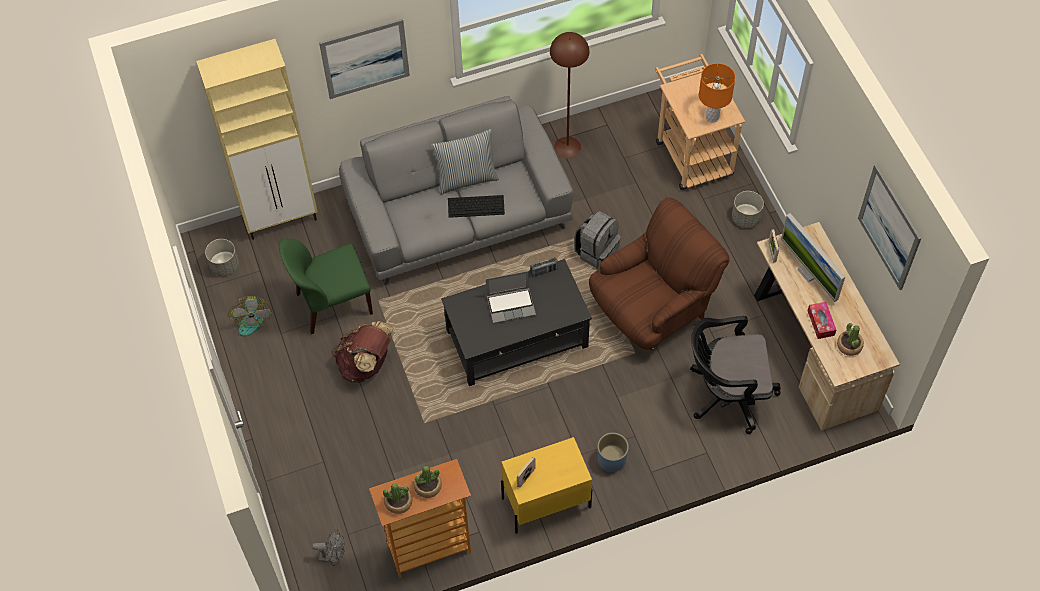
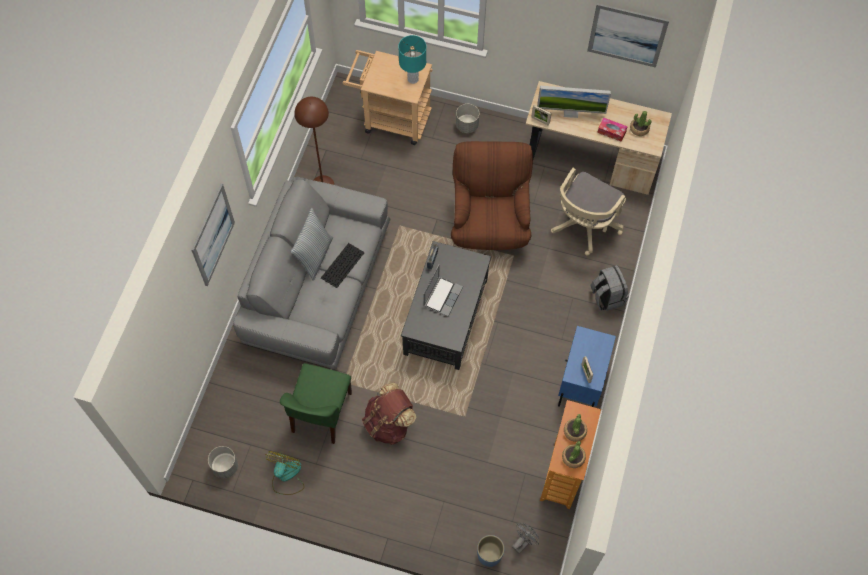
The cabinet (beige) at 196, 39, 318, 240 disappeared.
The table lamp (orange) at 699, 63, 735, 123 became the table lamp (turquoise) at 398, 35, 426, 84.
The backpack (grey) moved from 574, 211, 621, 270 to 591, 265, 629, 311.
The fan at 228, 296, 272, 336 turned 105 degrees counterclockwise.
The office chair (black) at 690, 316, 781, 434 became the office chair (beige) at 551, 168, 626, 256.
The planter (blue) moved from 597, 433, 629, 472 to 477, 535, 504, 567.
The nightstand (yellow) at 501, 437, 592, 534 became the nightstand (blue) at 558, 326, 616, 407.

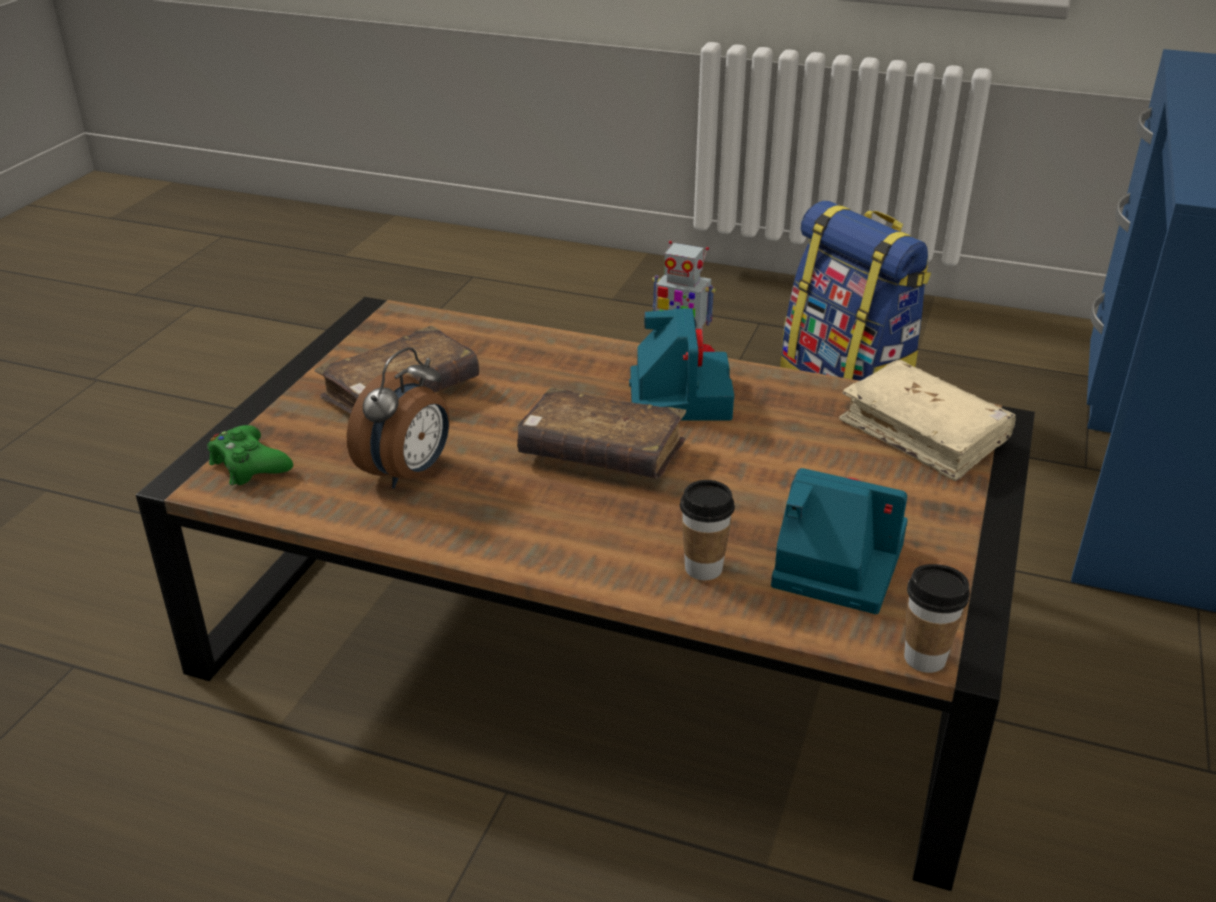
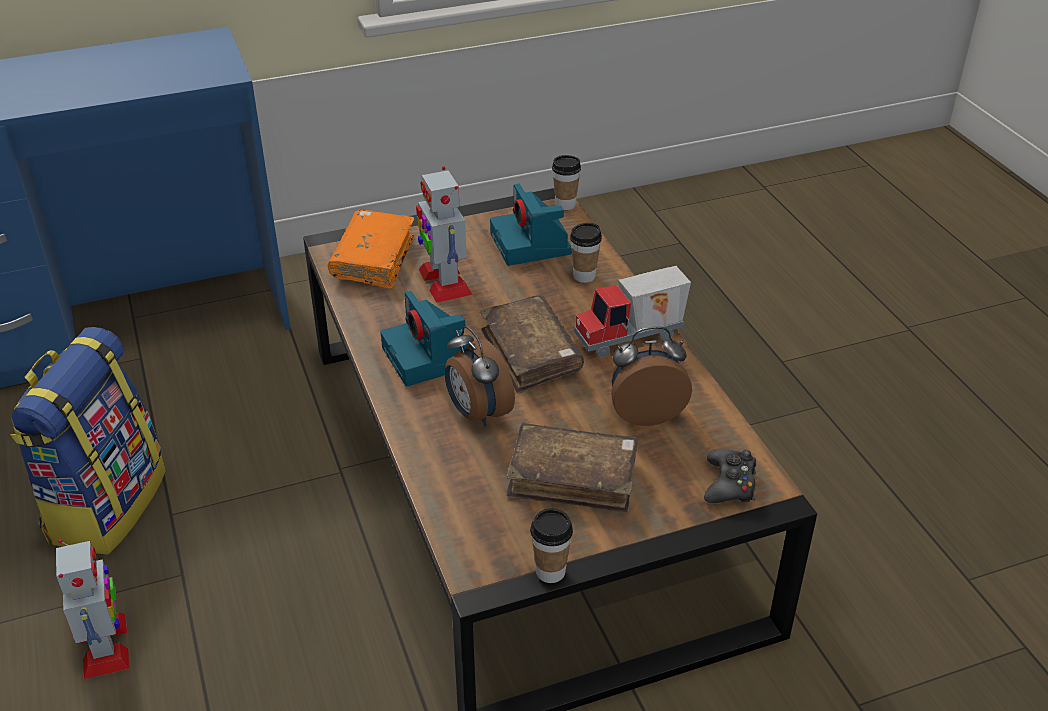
The photo camera at 629, 308, 734, 421 turned 75 degrees counterclockwise.
The book (beige) at 839, 360, 1016, 481 became the book (orange) at 328, 210, 415, 289.
The game controller (green) at 207, 425, 293, 485 became the game controller (black) at 704, 449, 756, 503.
The toy robot at 416, 166, 472, 303 appeared.
The toy truck at 574, 266, 691, 357 appeared.
The alarm clock at 445, 326, 515, 427 appeared.
The cup at 530, 508, 573, 583 appeared.

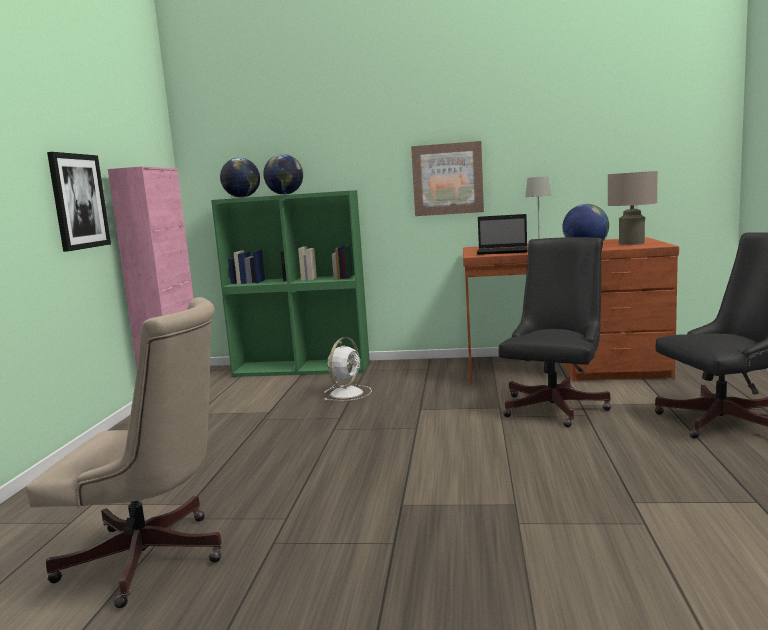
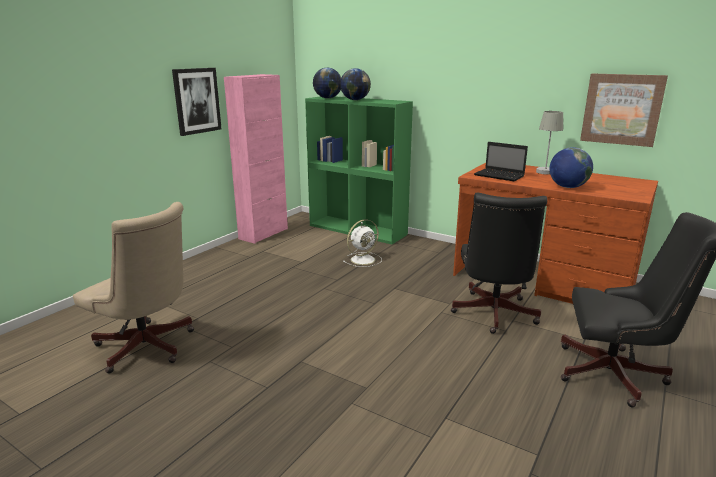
The picture moved from 411, 141, 484, 216 to 580, 74, 668, 147.
The table lamp (beige) at 608, 171, 658, 245 disappeared.
The office chair (black) at 499, 237, 611, 427 turned 135 degrees clockwise.

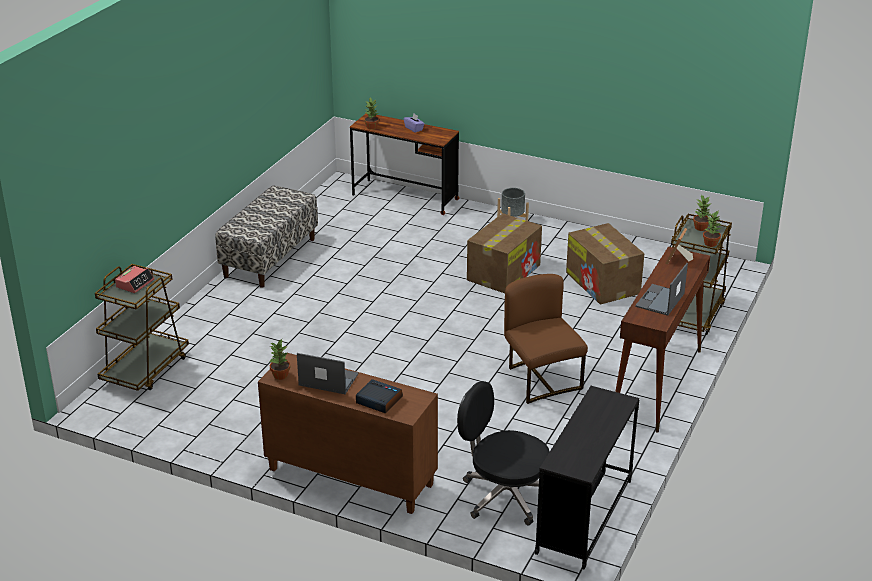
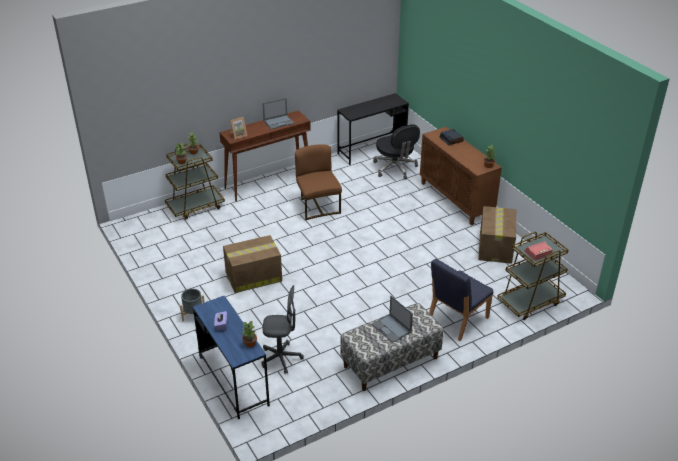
The desk (brown) at 350, 113, 459, 215 became the desk (blue) at 193, 296, 270, 419.
The cardboard box moved from 566, 223, 644, 305 to 478, 206, 516, 264.
The chair (brown) at 504, 274, 588, 404 turned 150 degrees clockwise.
The laptop moved from 297, 353, 359, 394 to 371, 296, 413, 343.
The chair (blue) at 429, 259, 493, 341 appeared.
The office chair (grey) at 261, 285, 304, 373 appeared.

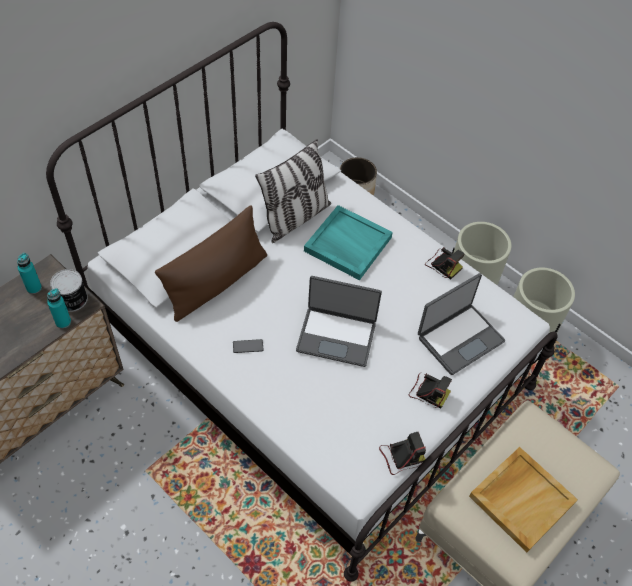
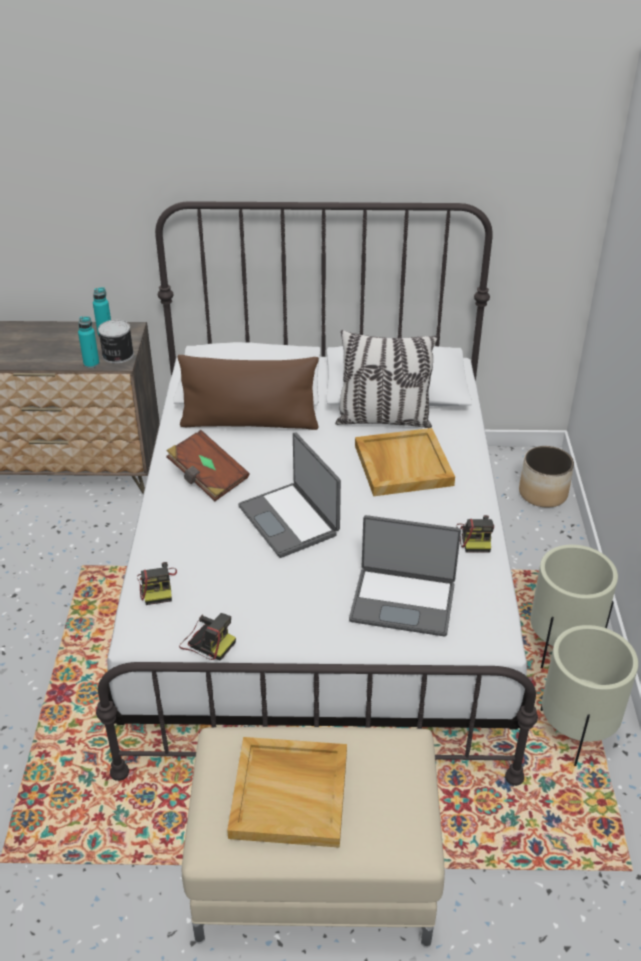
The tray (turquoise) at 304, 205, 393, 280 became the tray (beige) at 355, 428, 455, 496.
The phone at 233, 339, 263, 353 was replaced by the book (brown) at 166, 430, 250, 502.
The photo camera moved from 409, 373, 452, 408 to 137, 562, 177, 605.

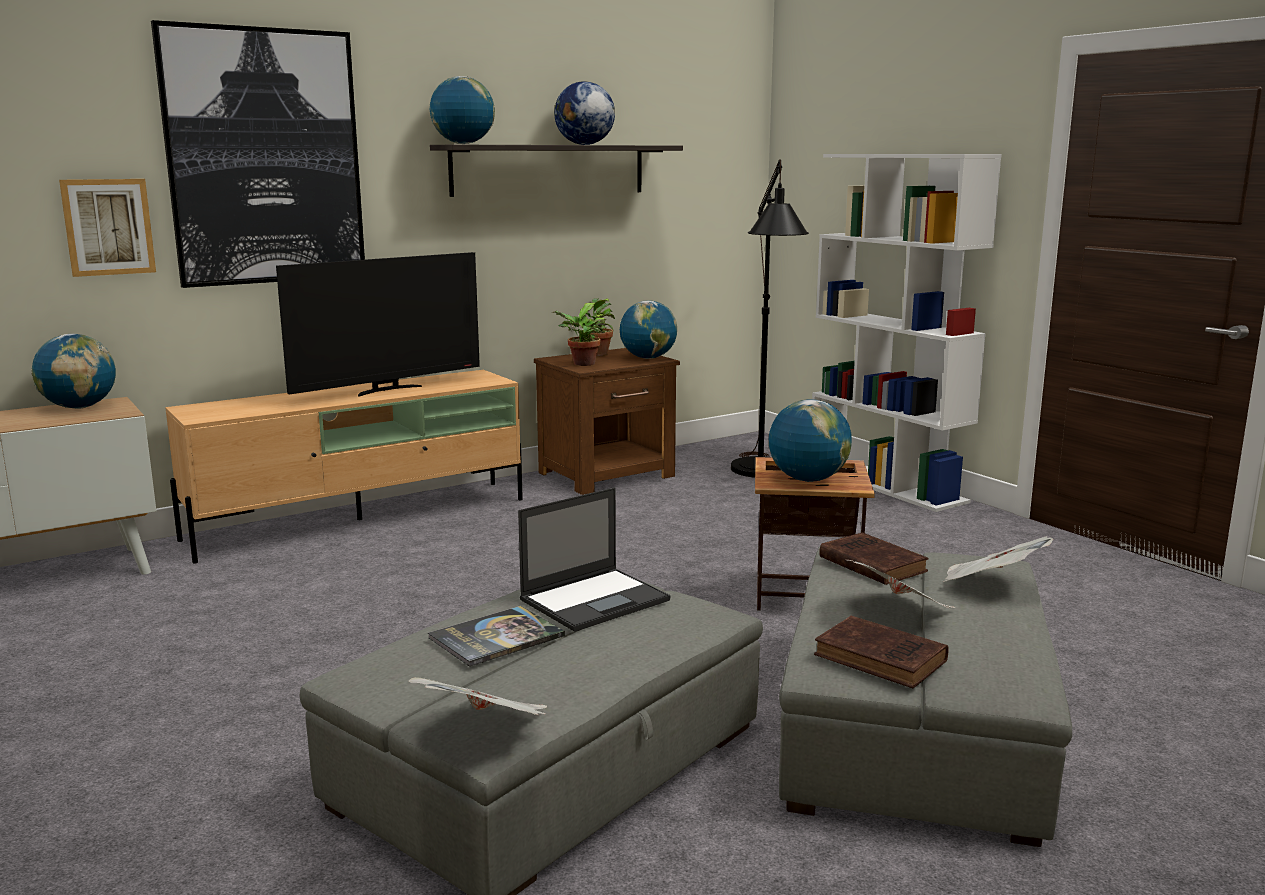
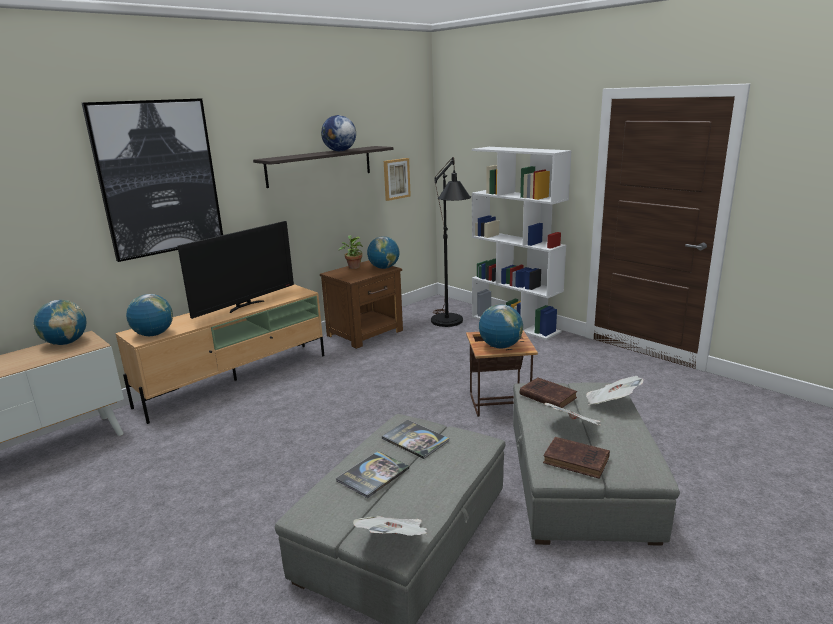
The globe moved from 430, 76, 495, 144 to 126, 294, 173, 336.
The picture moved from 59, 179, 156, 277 to 384, 158, 411, 201.
The potted plant at 552, 303, 606, 366 disappeared.
The laptop at 518, 487, 670, 632 was replaced by the book at 382, 420, 449, 459.

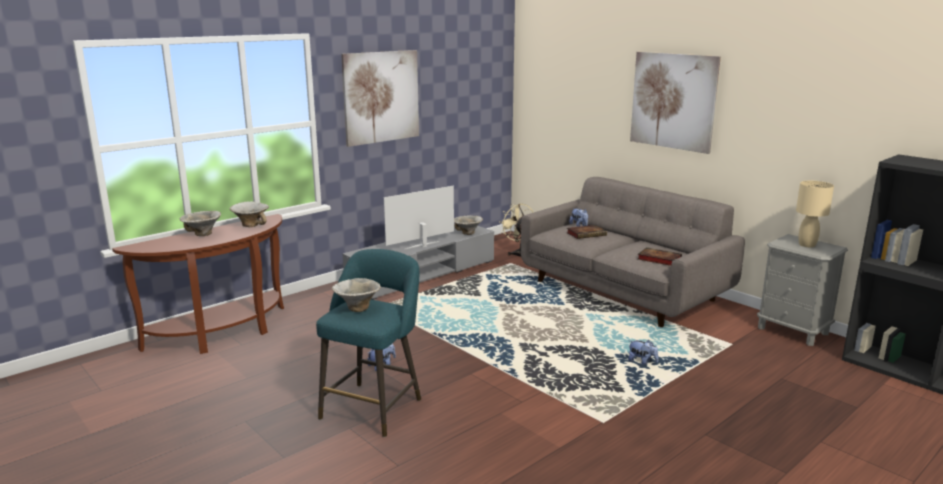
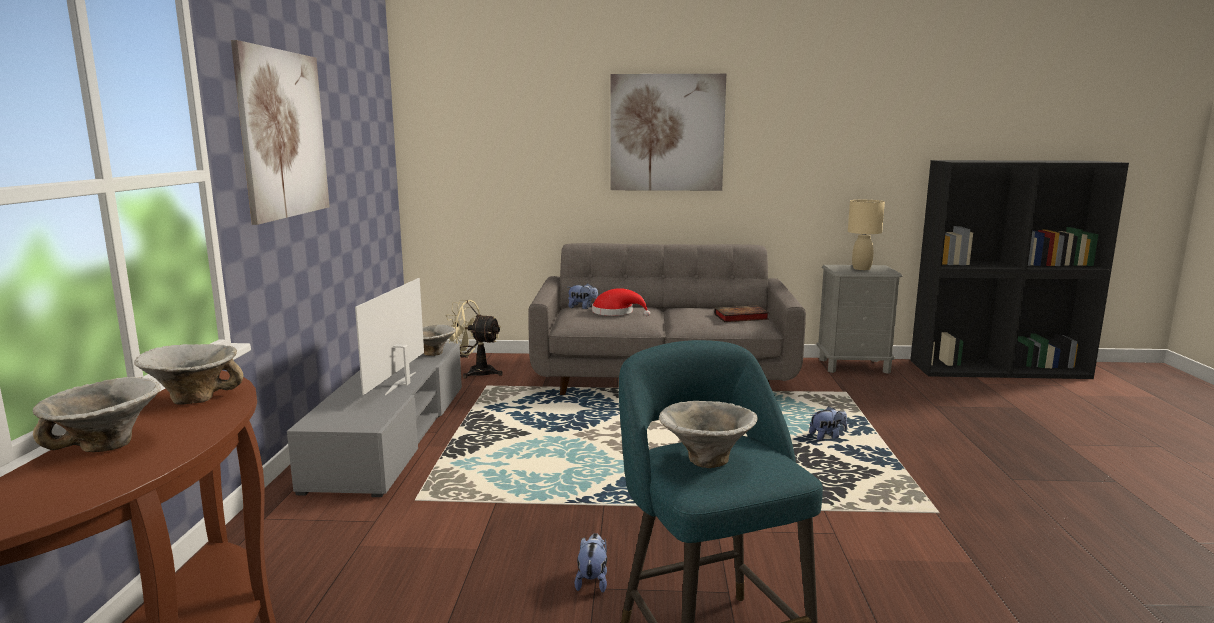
The book at 566, 225, 607, 239 was replaced by the hat (red) at 592, 288, 650, 316.

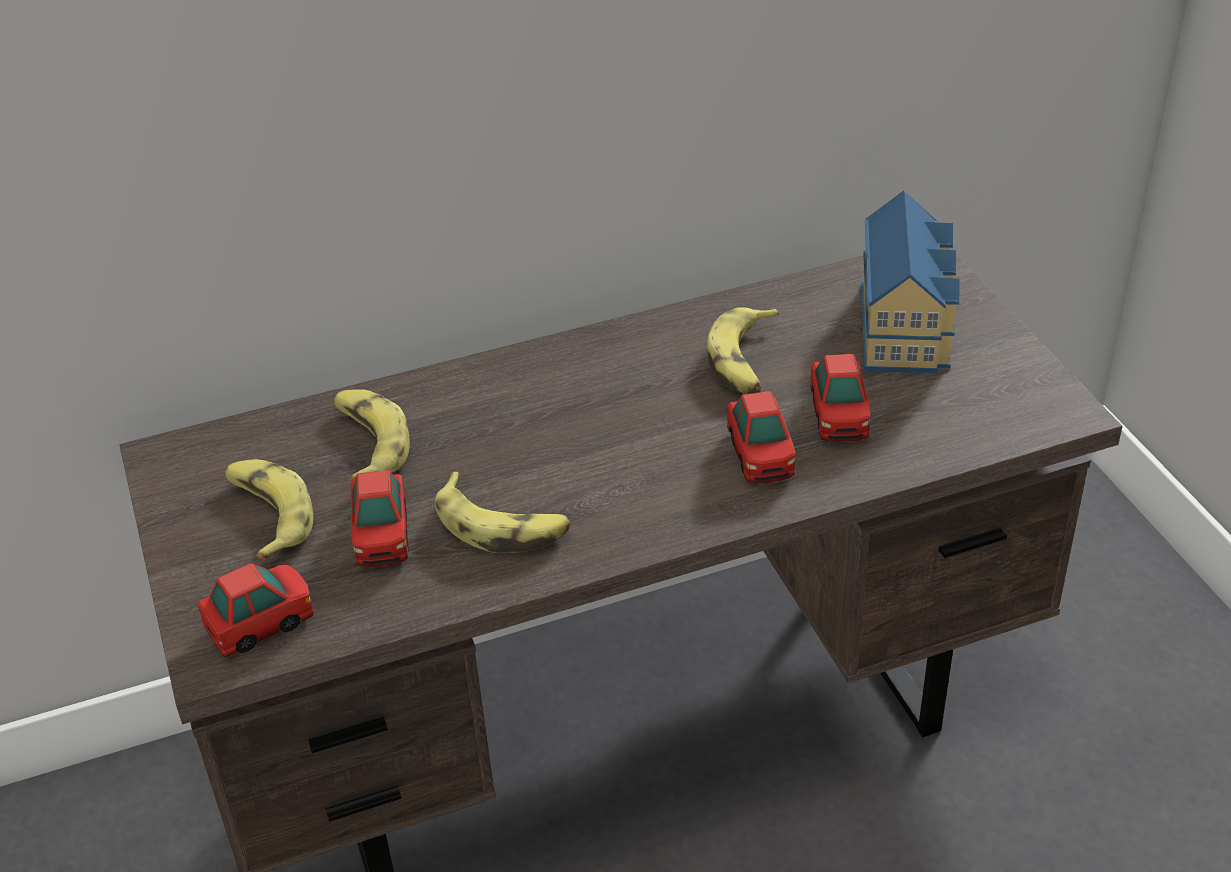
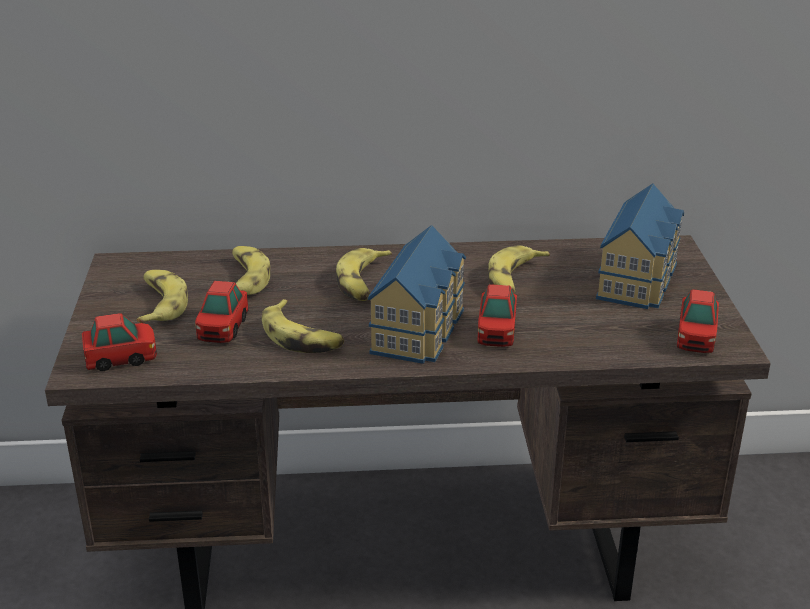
The toy car moved from 810, 354, 870, 442 to 677, 289, 719, 353.
The toy house at 368, 225, 466, 364 appeared.
The banana at 336, 248, 392, 301 appeared.

